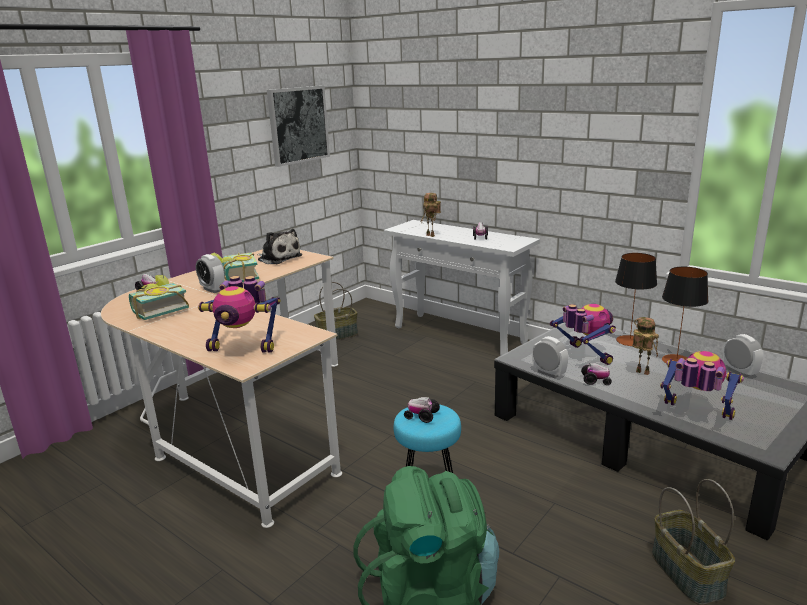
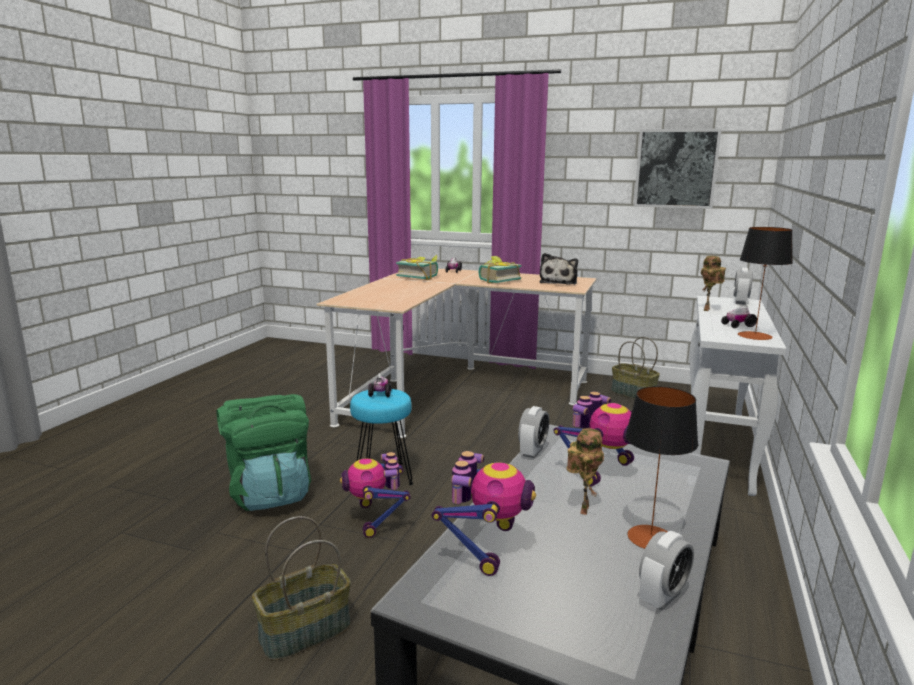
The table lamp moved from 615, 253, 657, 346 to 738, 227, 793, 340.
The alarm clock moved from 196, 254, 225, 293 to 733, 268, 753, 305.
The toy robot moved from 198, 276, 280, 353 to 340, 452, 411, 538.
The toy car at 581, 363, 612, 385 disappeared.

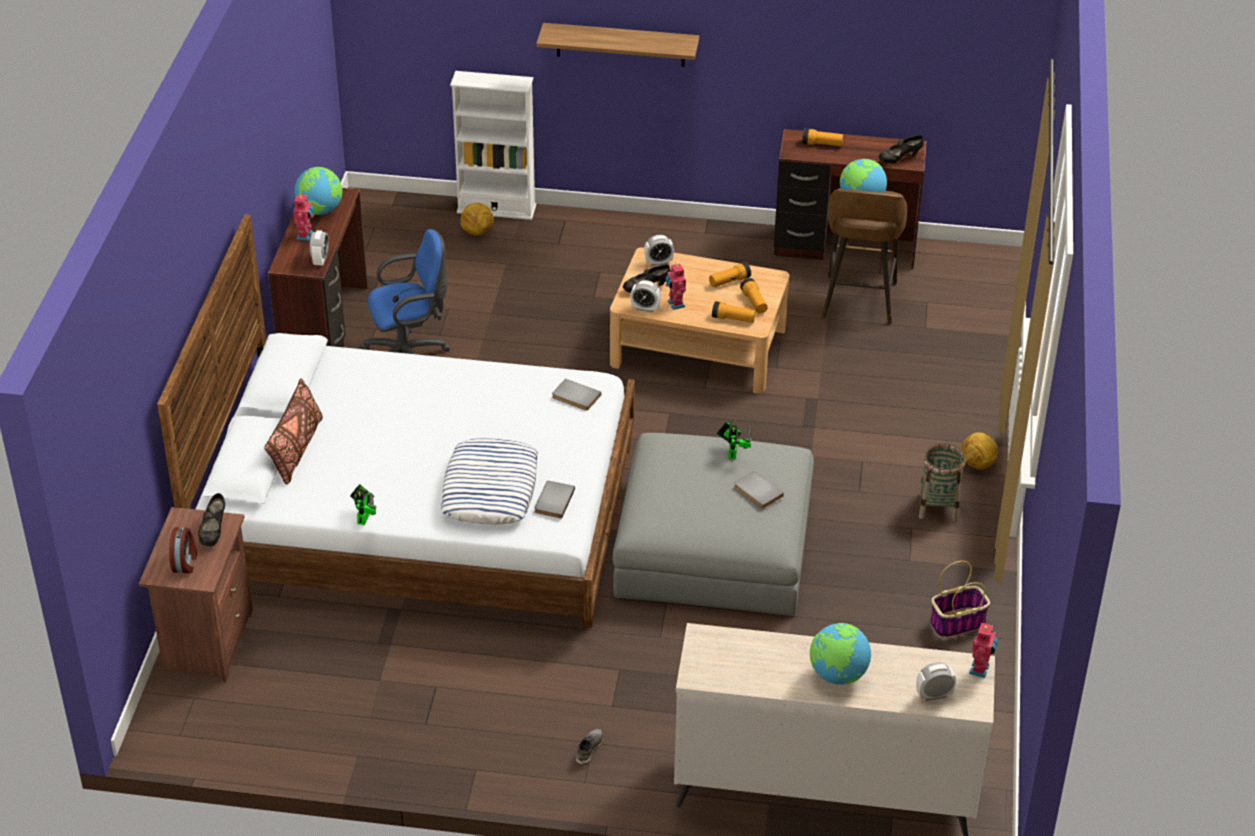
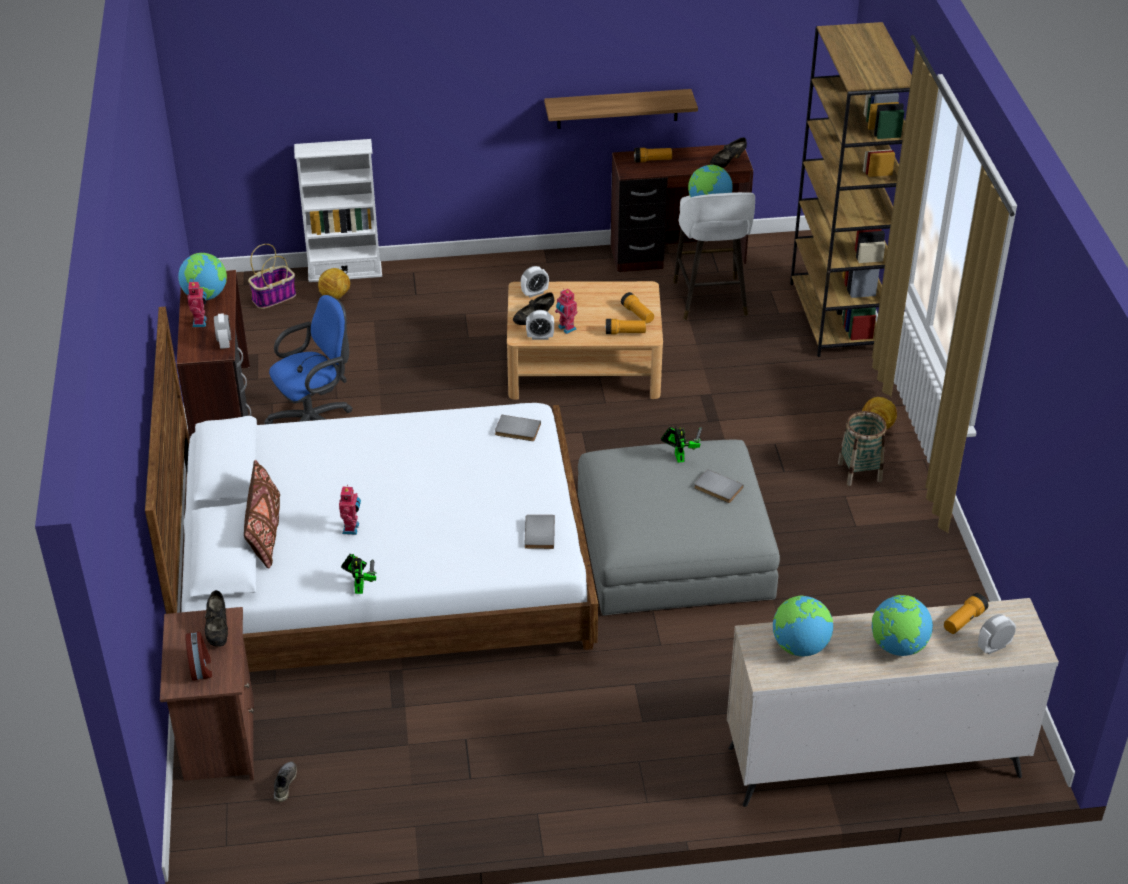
The shelf moved from 536, 23, 699, 67 to 544, 89, 698, 129.
The stool (brown) at 822, 188, 907, 324 became the stool (white) at 673, 192, 755, 320.
The flashlight moved from 709, 262, 751, 287 to 944, 593, 989, 634.
The pillow at 441, 438, 538, 525 disappeared.
The basket moved from 930, 561, 990, 638 to 248, 244, 296, 309.
The toy robot moved from 969, 622, 998, 678 to 339, 485, 361, 535.
The shoe (grey) moved from 576, 729, 604, 765 to 274, 761, 297, 802.
The bookcase (brown) at 790, 22, 912, 357 appeared.
The globe at 773, 596, 833, 657 appeared.

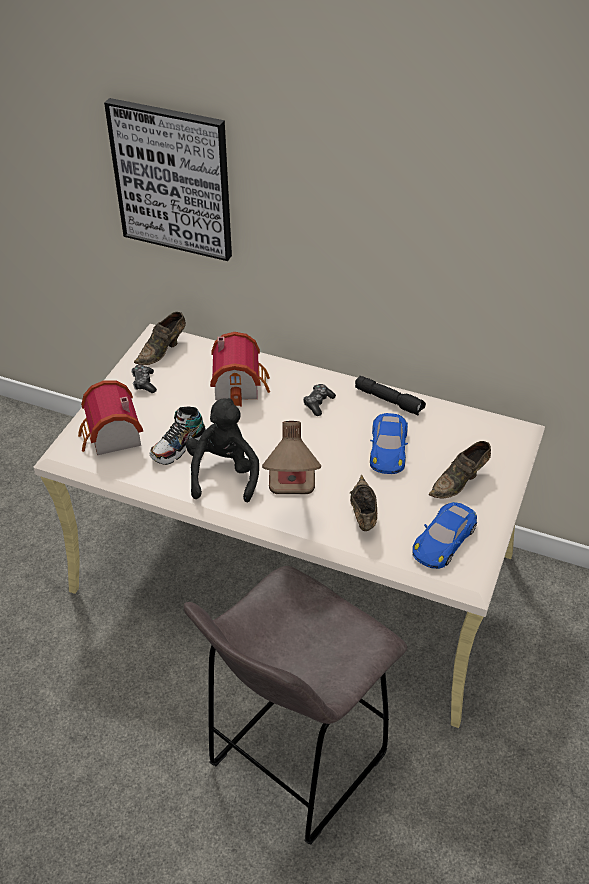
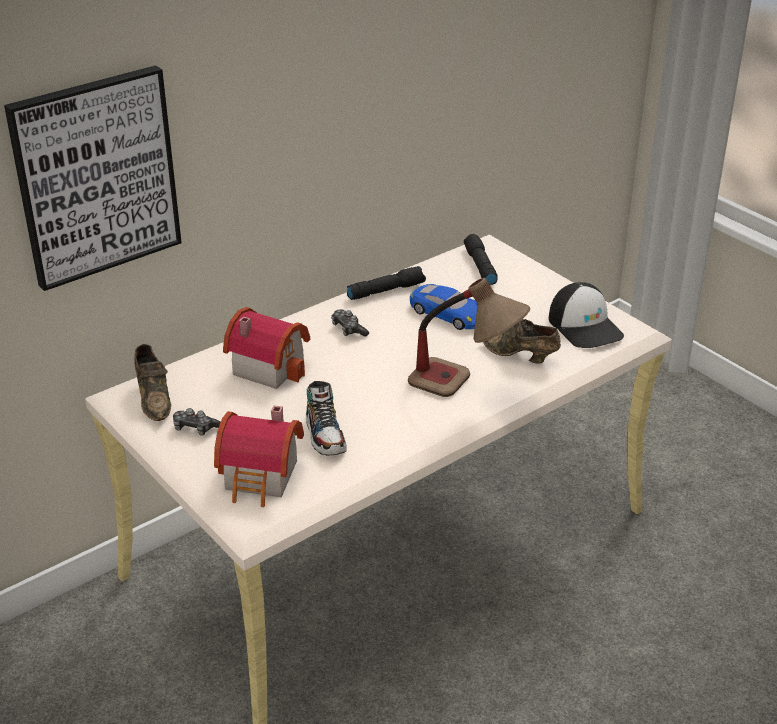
The plush toy (black) at 186, 398, 259, 502 disappeared.
The shoe (brown) at 429, 441, 491, 499 disappeared.
The toy car (blue) at 412, 502, 477, 569 was replaced by the cap at 549, 282, 624, 348.
The stool (grey) at 184, 566, 407, 845 disappeared.
The flashlight (black) at 464, 234, 498, 285 appeared.

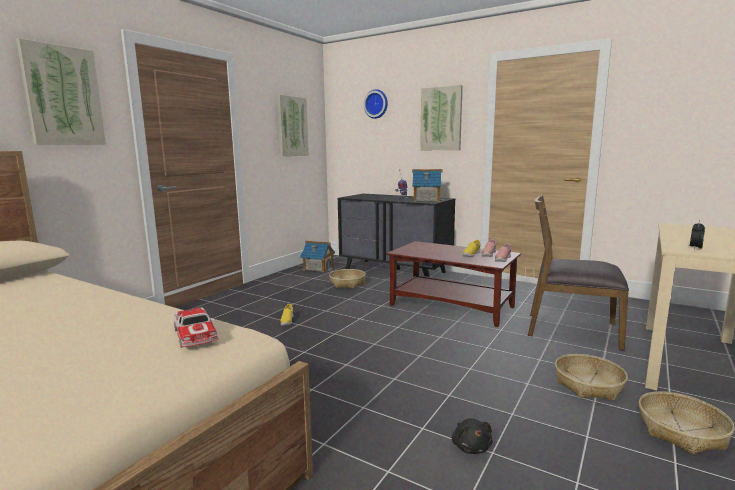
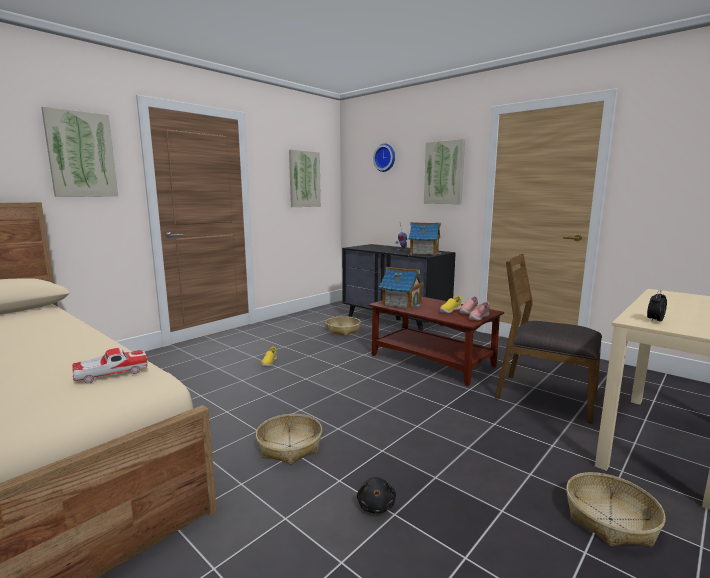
The toy house moved from 300, 241, 335, 272 to 379, 267, 424, 309.
The toy car at 174, 307, 219, 348 turned 105 degrees counterclockwise.
The basket moved from 555, 354, 628, 400 to 256, 414, 322, 465.

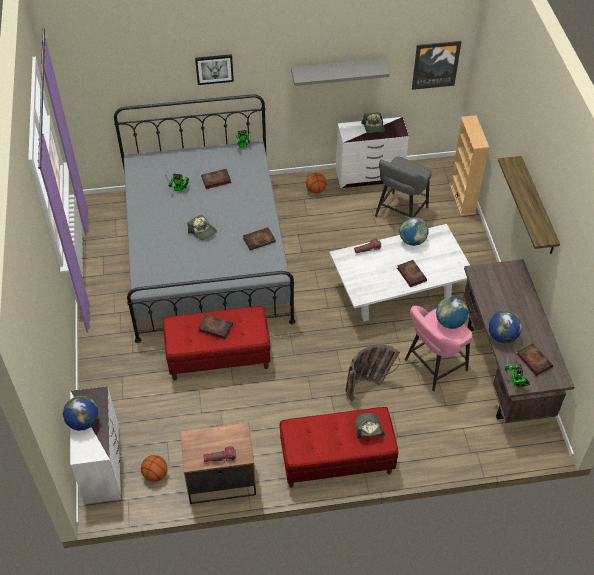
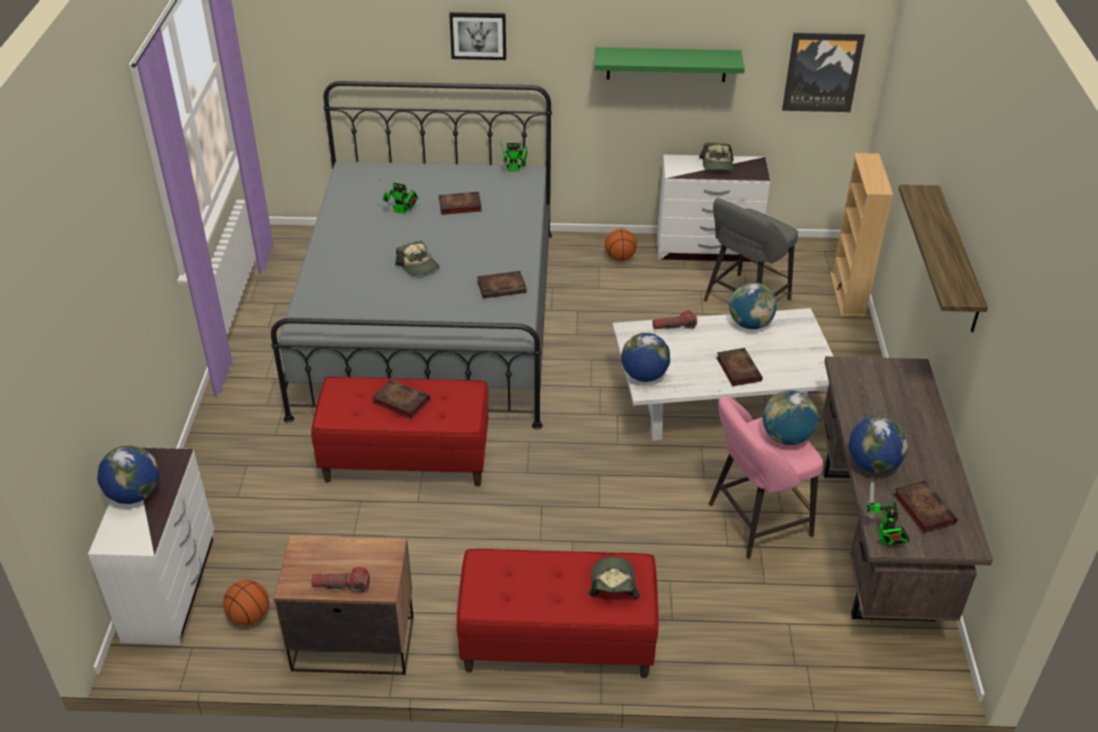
The shelf (grey) at 291, 58, 390, 86 became the shelf (green) at 595, 47, 745, 82.
The basket at 346, 344, 400, 402 disappeared.
The globe at 621, 333, 670, 382 appeared.

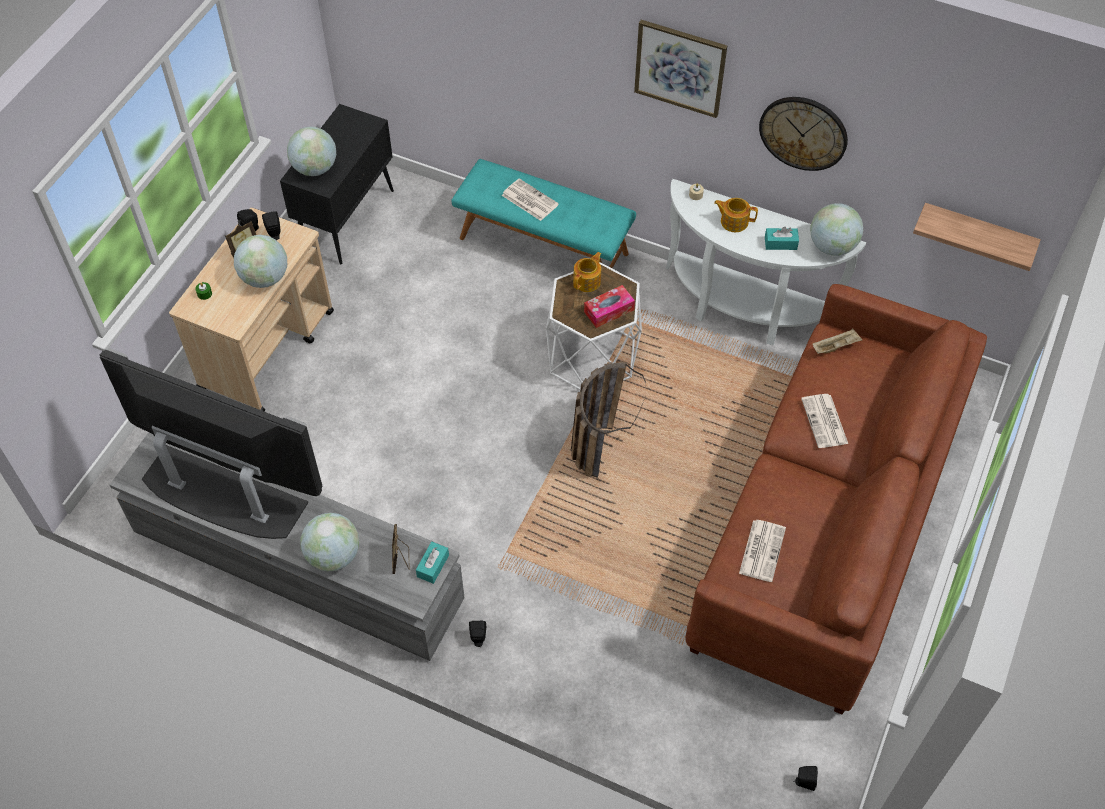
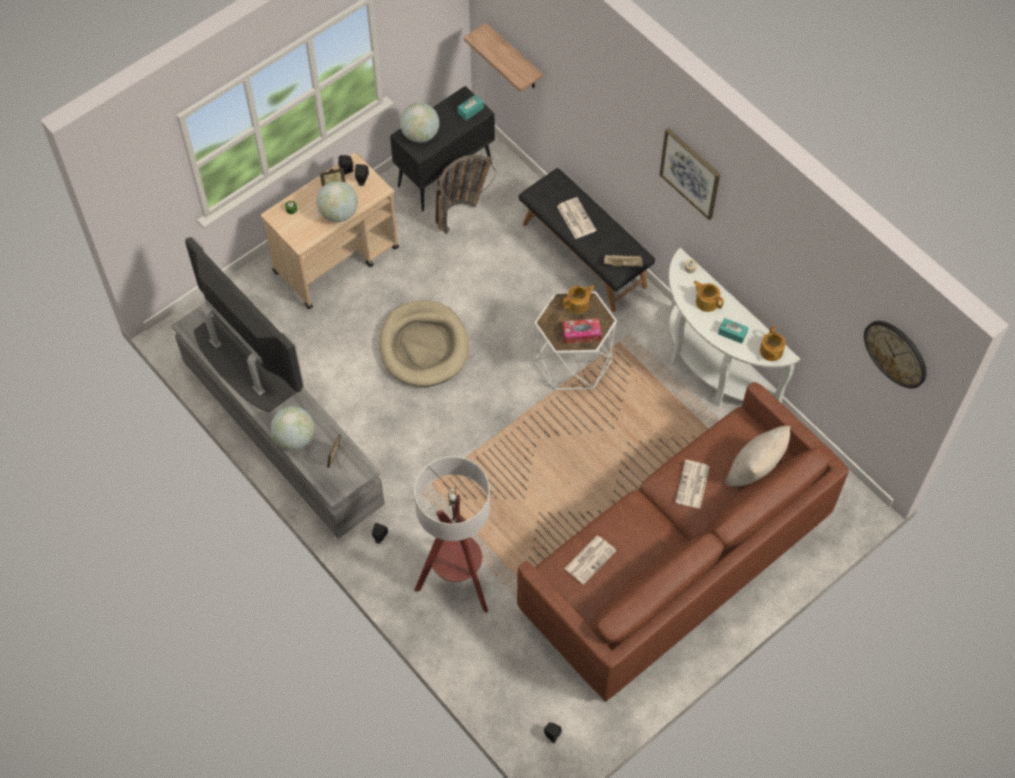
The wall clock moved from 759, 97, 848, 171 to 864, 321, 927, 388.
The bench (turquoise) at 451, 159, 636, 268 became the bench (black) at 519, 168, 655, 312.
The globe at 810, 203, 863, 256 was replaced by the teapot at 760, 326, 785, 361.
The shelf moved from 913, 203, 1041, 271 to 464, 23, 543, 92.
The tray (beige) moved from 813, 329, 862, 354 to 604, 255, 643, 267.
The basket moved from 571, 361, 646, 478 to 435, 154, 496, 234.
The tissue box (turquoise) moved from 416, 542, 449, 584 to 457, 95, 484, 120.
The dog bed (beige) at 379, 300, 469, 387 appeared.
The pillow (beige) at 725, 426, 791, 487 appeared.
The floor lamp at 414, 456, 490, 613 appeared.

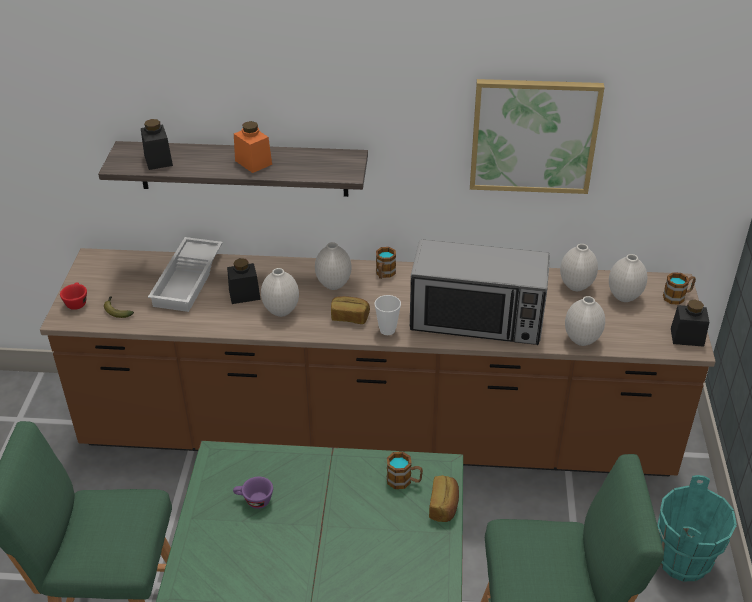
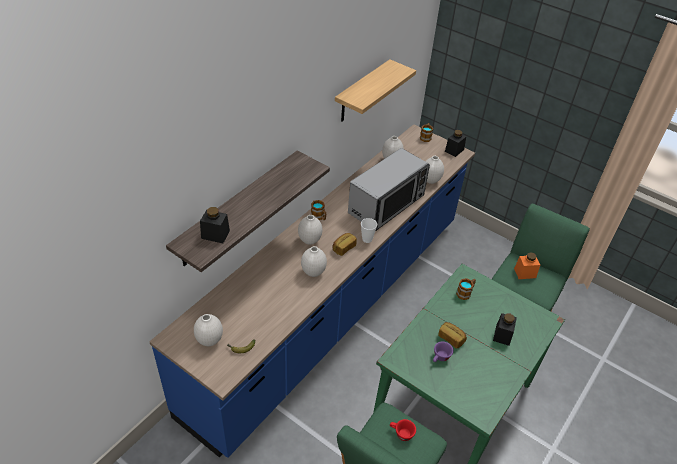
The picture at 470, 79, 605, 194 was replaced by the shelf at 335, 59, 416, 121.
The jar (orange) moved from 234, 121, 272, 173 to 514, 252, 540, 279.
The tray (white) at 148, 237, 223, 312 disappeared.
The counter (brown) at 40, 248, 716, 477 became the counter (blue) at 149, 124, 475, 458.
The vase (white) moved from 609, 254, 647, 302 to 194, 314, 223, 346.
The jar (black) moved from 227, 258, 261, 304 to 493, 313, 517, 346.
The cup (red) moved from 60, 282, 87, 310 to 390, 419, 416, 441.
The bread moved from 429, 475, 459, 522 to 438, 322, 467, 349.
The bucket (turquoise) at 657, 475, 737, 581 disappeared.

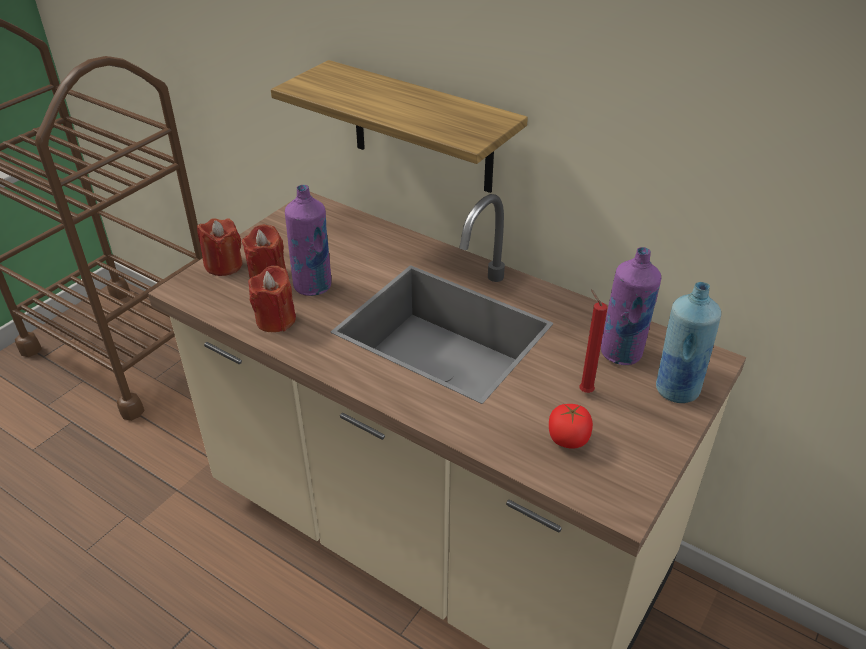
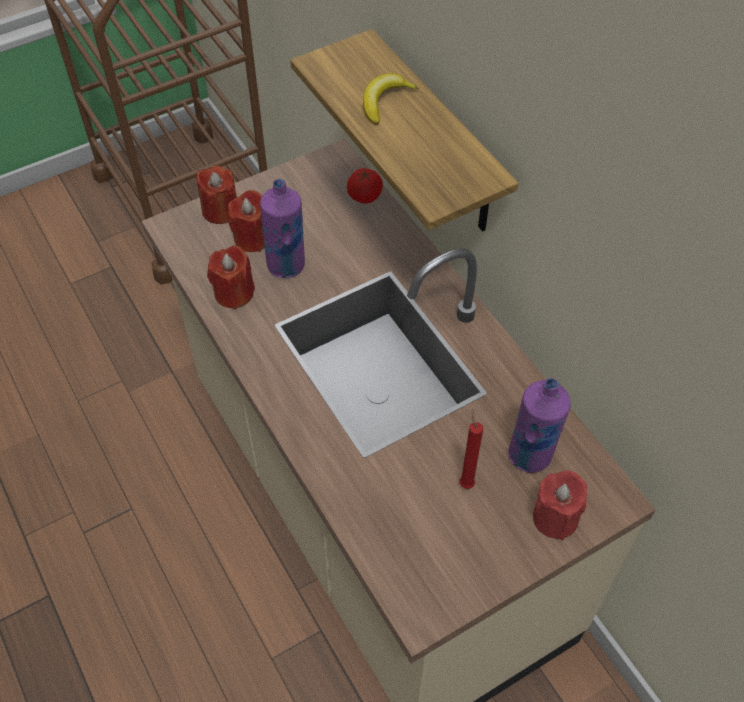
The bottle (blue) at 656, 282, 721, 403 was replaced by the candle (red) at 533, 471, 587, 540.
The tomato moved from 549, 404, 593, 449 to 347, 168, 383, 204.
The banana at 363, 73, 419, 125 appeared.

